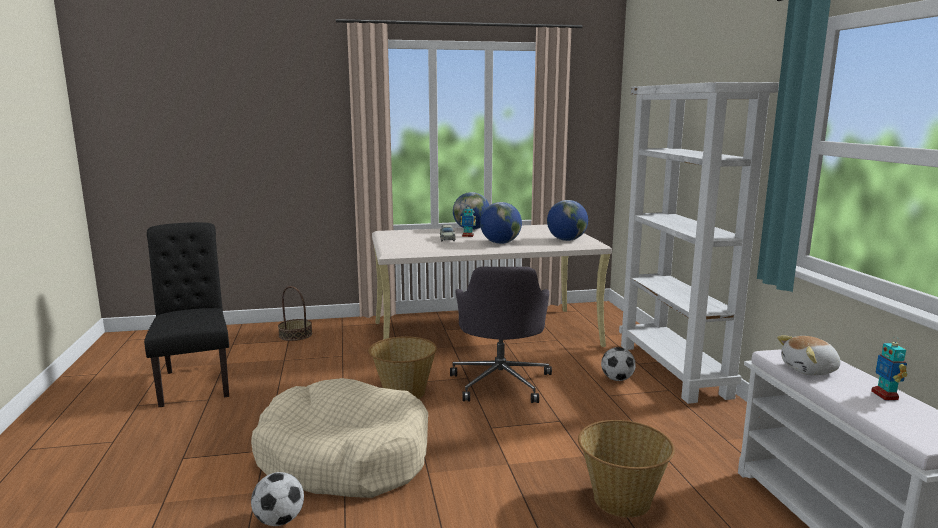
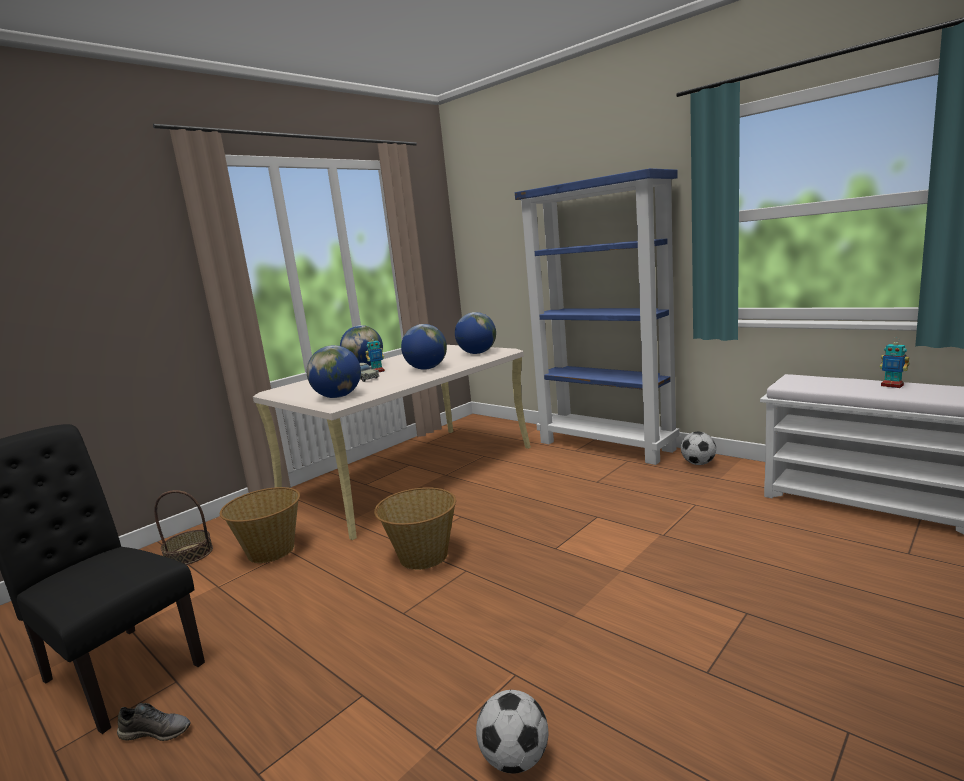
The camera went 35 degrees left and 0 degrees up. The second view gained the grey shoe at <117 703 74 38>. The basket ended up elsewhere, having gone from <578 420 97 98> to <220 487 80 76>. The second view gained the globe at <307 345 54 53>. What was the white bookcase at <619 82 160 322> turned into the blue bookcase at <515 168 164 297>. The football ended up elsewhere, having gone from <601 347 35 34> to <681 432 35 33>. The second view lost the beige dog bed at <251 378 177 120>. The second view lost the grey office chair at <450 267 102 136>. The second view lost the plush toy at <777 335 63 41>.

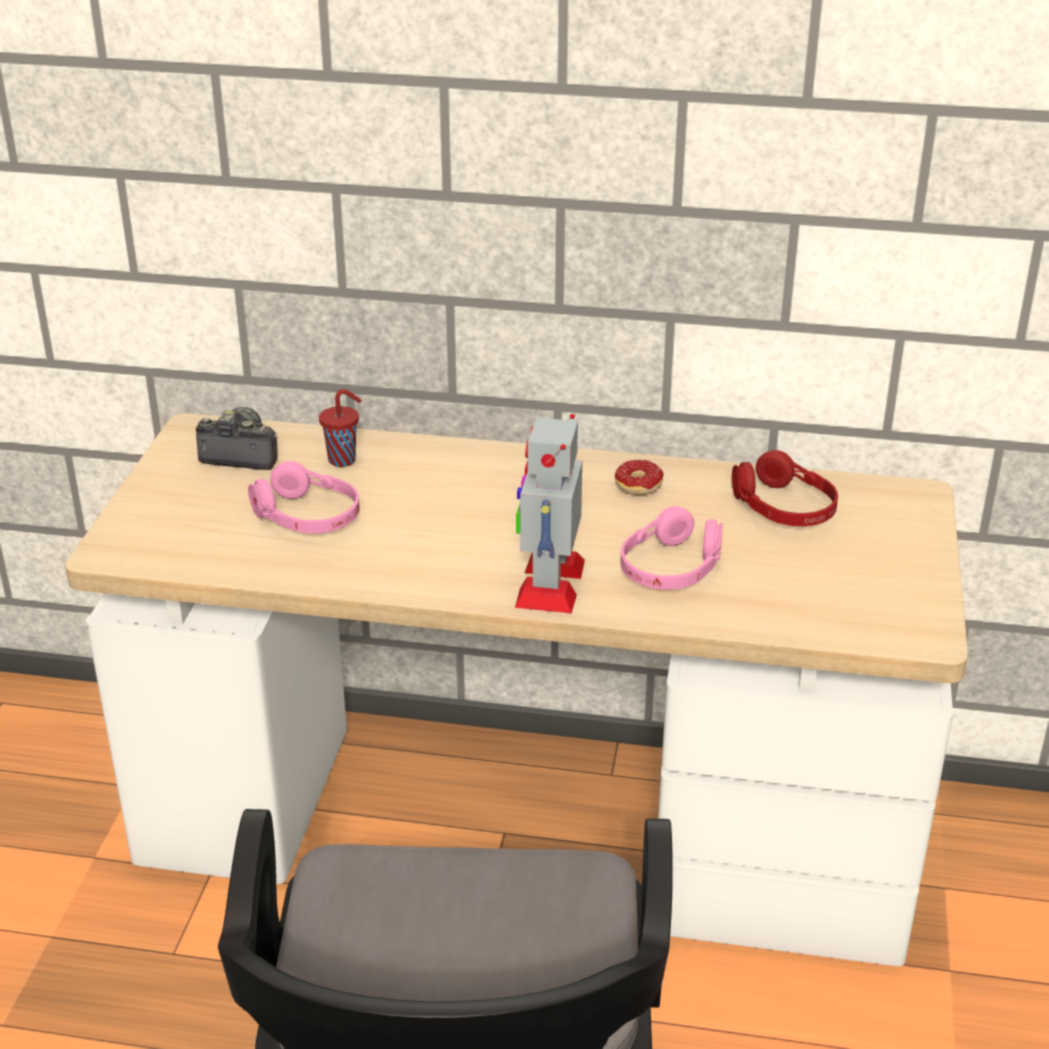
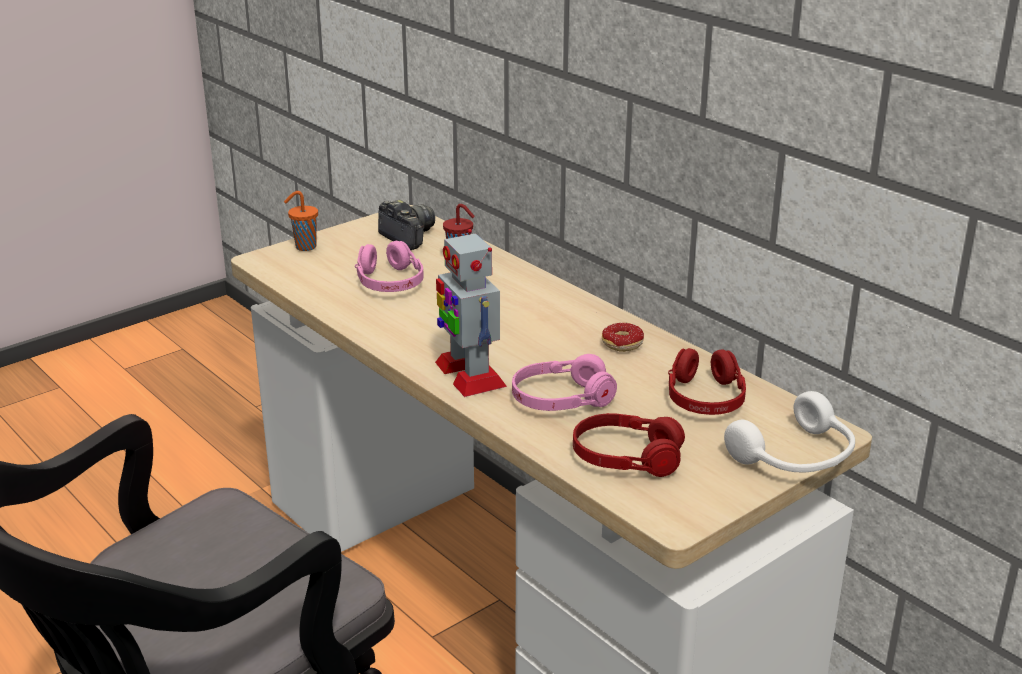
The camera went 40 degrees right and 5 degrees down. The second view gained the orange cup at <284 191 34 60>. The toy robot at <515 414 70 200> ended up facing another way, 75 degrees counterclockwise from before. The second view gained the red headphones at <573 413 112 64>. The second view gained the white headphones at <724 391 131 81>.

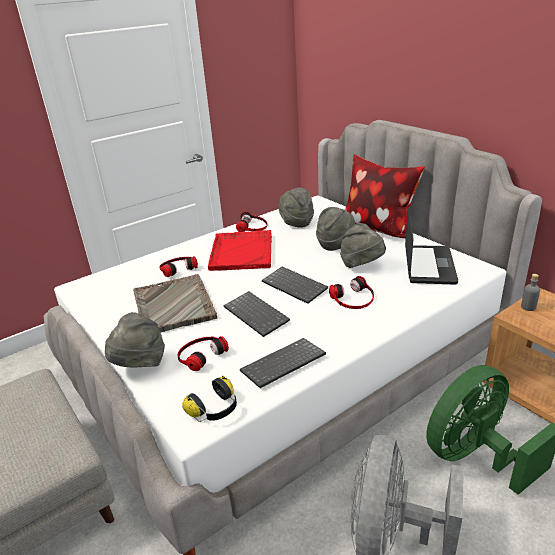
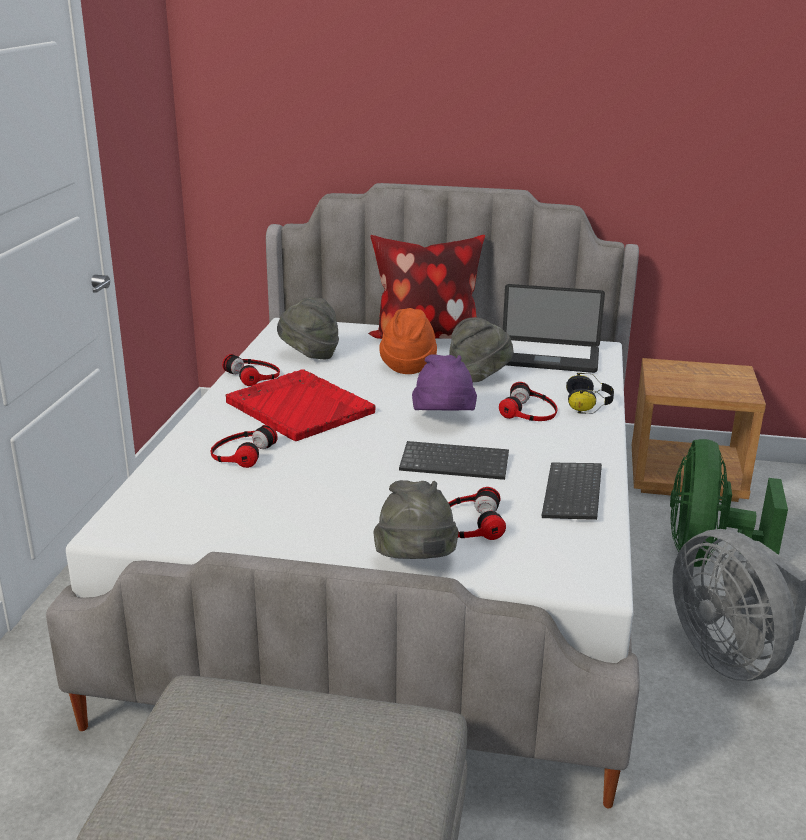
The camera went 45 degrees left and 5 degrees down. What was the grey hat at <316 207 39 44> turned into the orange hat at <380 308 57 66>. Where the keyboard stood at <262 267 66 37>, the purple hat came to stand at <412 354 65 57>. The laptop at <405 207 53 78> ended up facing another way, 135 degrees clockwise from before. The headphones ended up elsewhere, having gone from <182 376 55 46> to <566 373 48 41>. The second view lost the grey tray at <133 274 84 59>. The second view lost the grey bottle at <521 274 19 37>.

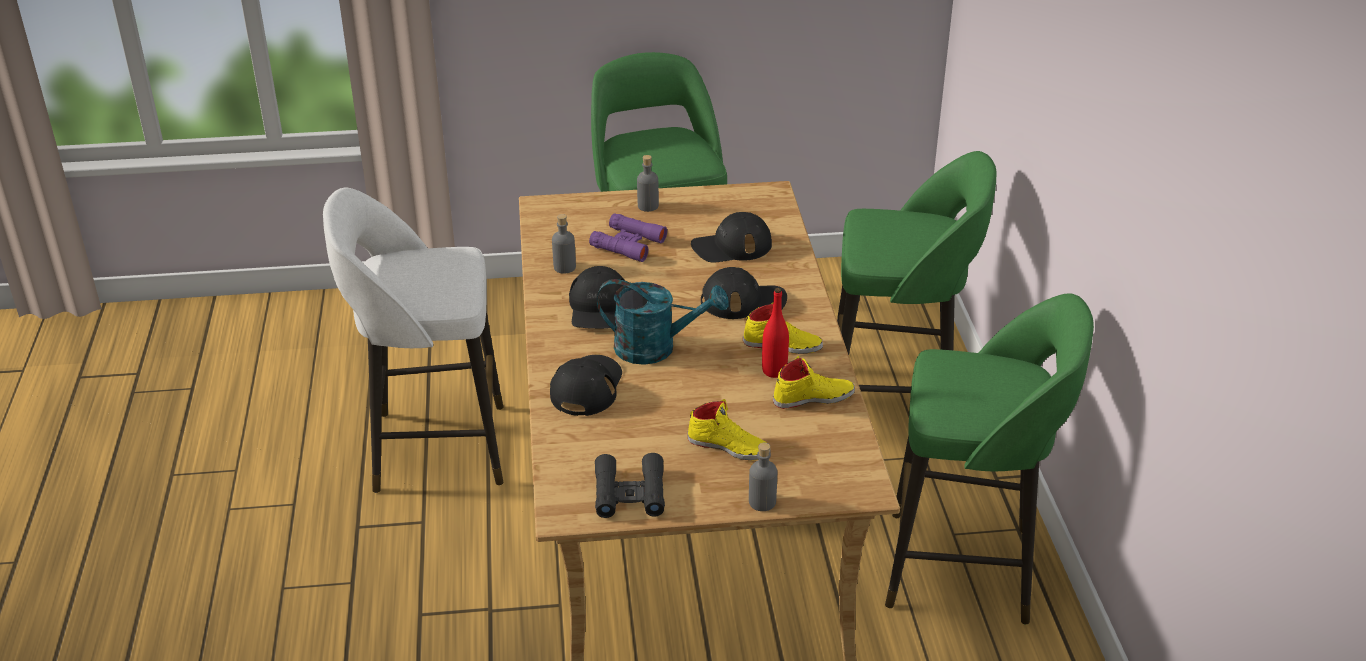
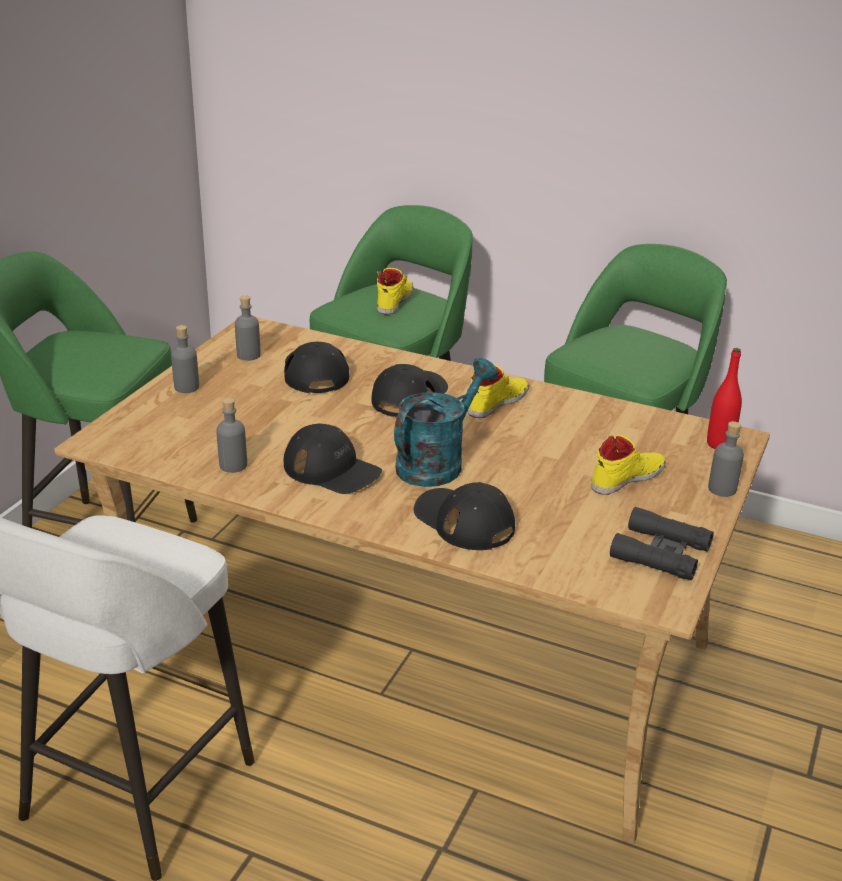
The camera went 60 degrees left and 5 degrees down. The second view gained the grey bottle at <235 296 26 65>. The black cap at <691 212 81 51> ended up facing another way, 150 degrees clockwise from before. The yellow shoe ended up elsewhere, having gone from <773 356 82 53> to <377 268 36 46>. The red bottle ended up elsewhere, having gone from <762 288 27 90> to <707 348 35 101>. The second view lost the purple binoculars at <589 213 78 49>.

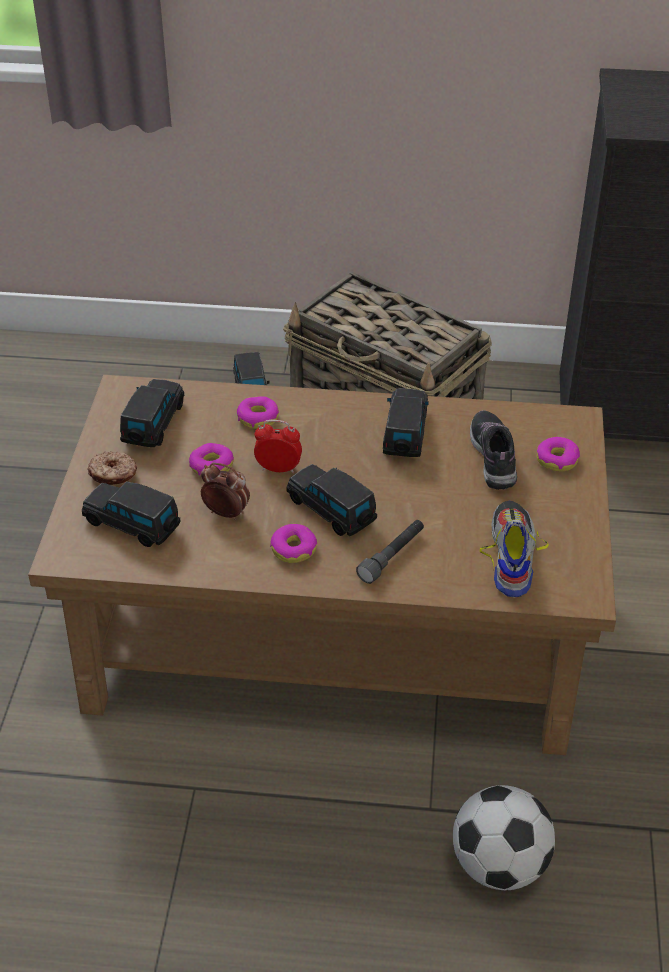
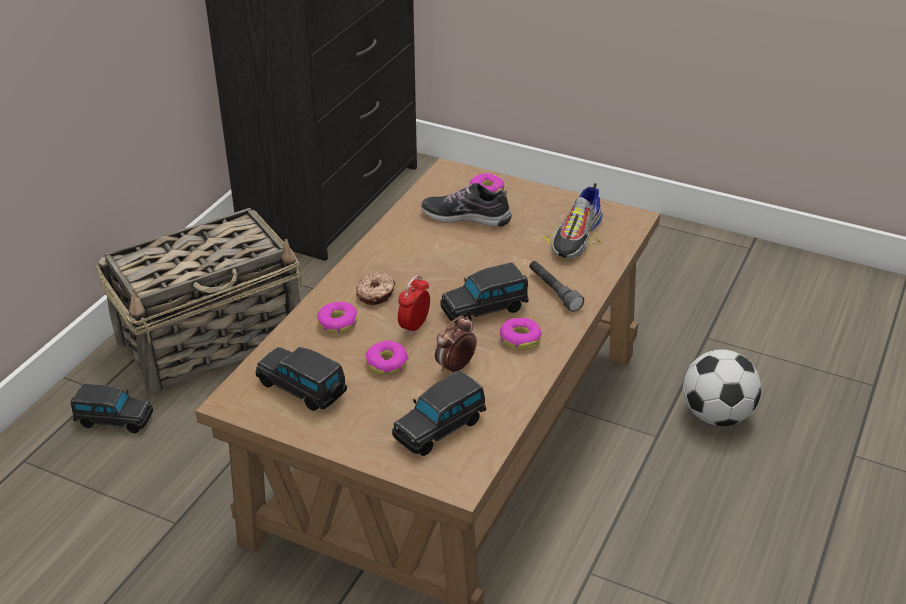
The camera went 70 degrees left and 5 degrees down. The donut ended up elsewhere, having gone from <87 451 50 34> to <356 272 40 33>. The shoe at <480 501 69 97> ended up facing another way, 90 degrees counterclockwise from before. The second view lost the black toy car at <383 389 46 68>.

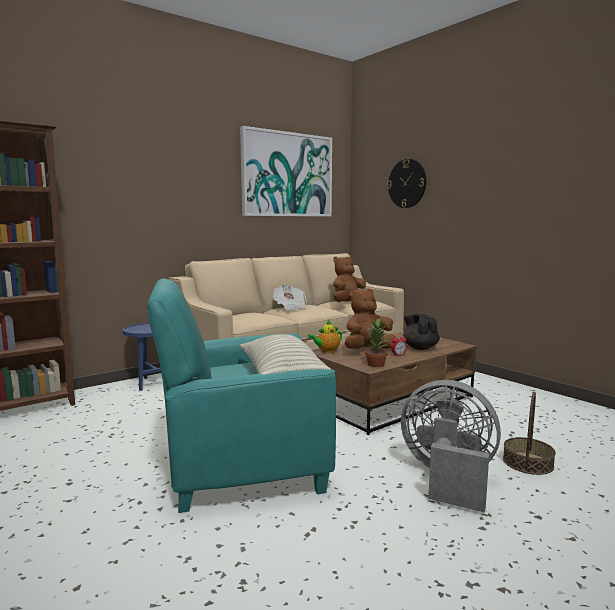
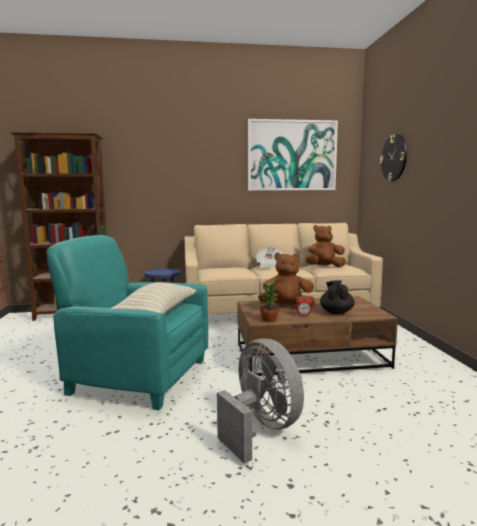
The camera went 30 degrees right and 0 degrees up. The second view lost the teapot at <308 320 34 33>. The second view lost the basket at <503 392 53 83>.

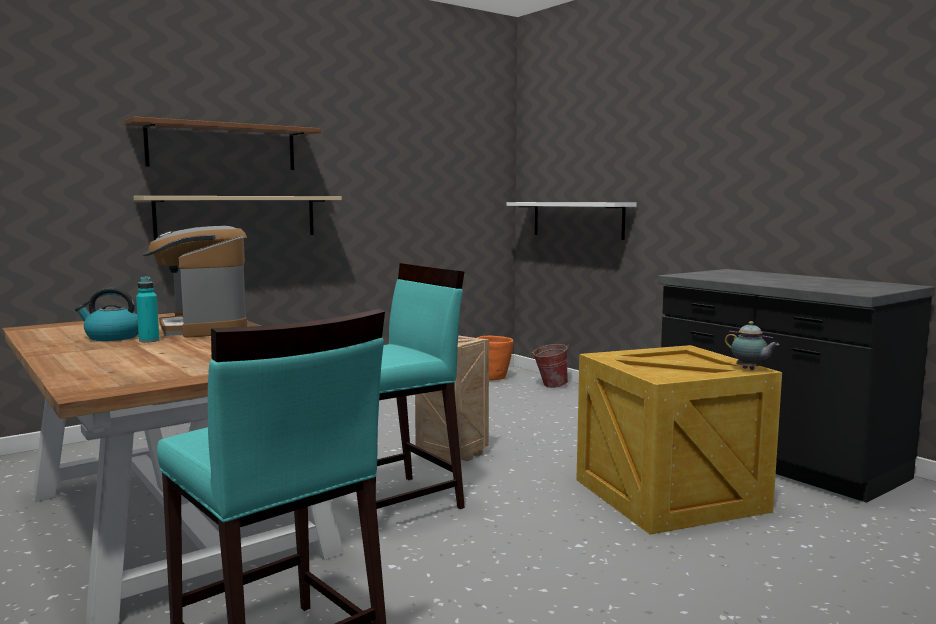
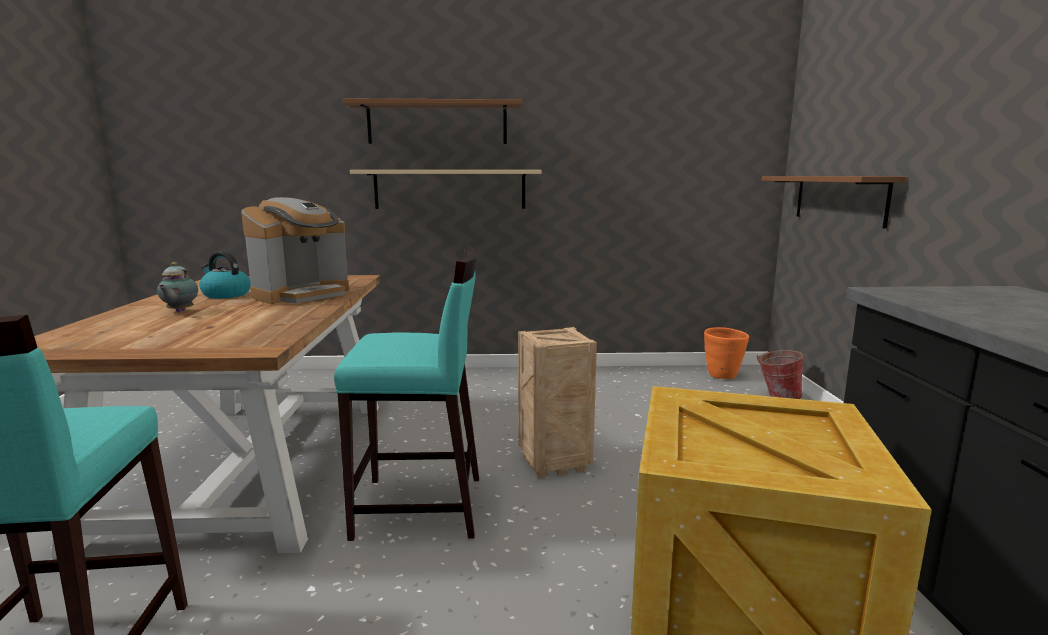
The camera went 35 degrees right and 5 degrees up. The teapot ended up elsewhere, having gone from <725 321 54 49> to <157 262 41 51>. The coffee machine at <142 226 105 112> ended up facing another way, 150 degrees counterclockwise from before. What was the white shelf at <506 202 130 38> turned into the brown shelf at <762 176 145 53>. The second view lost the turquoise bottle at <136 277 24 65>.

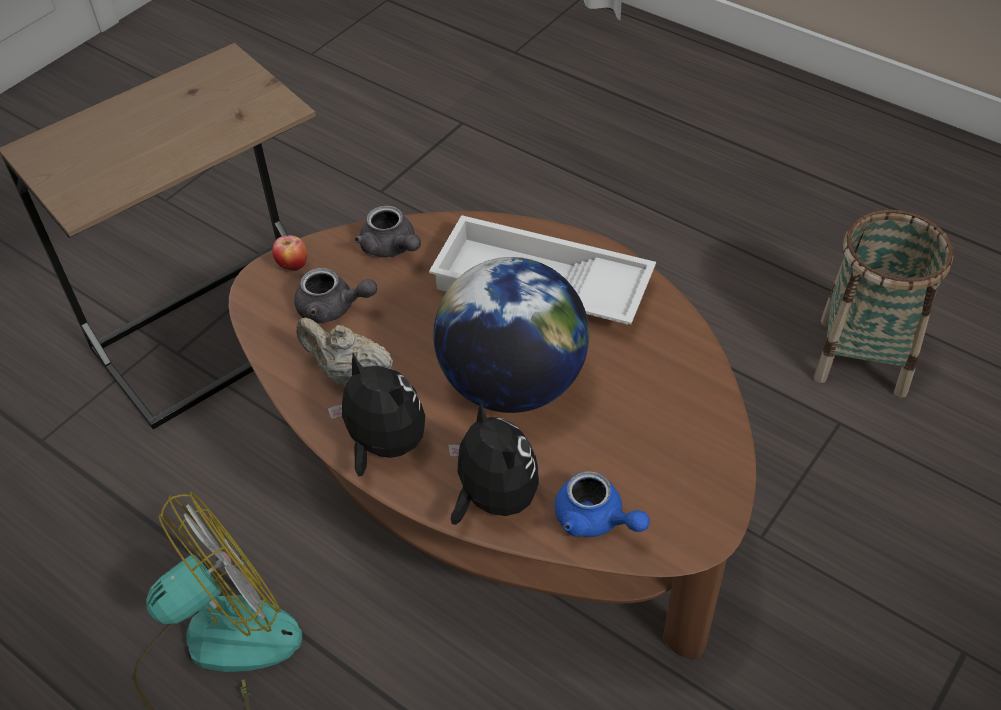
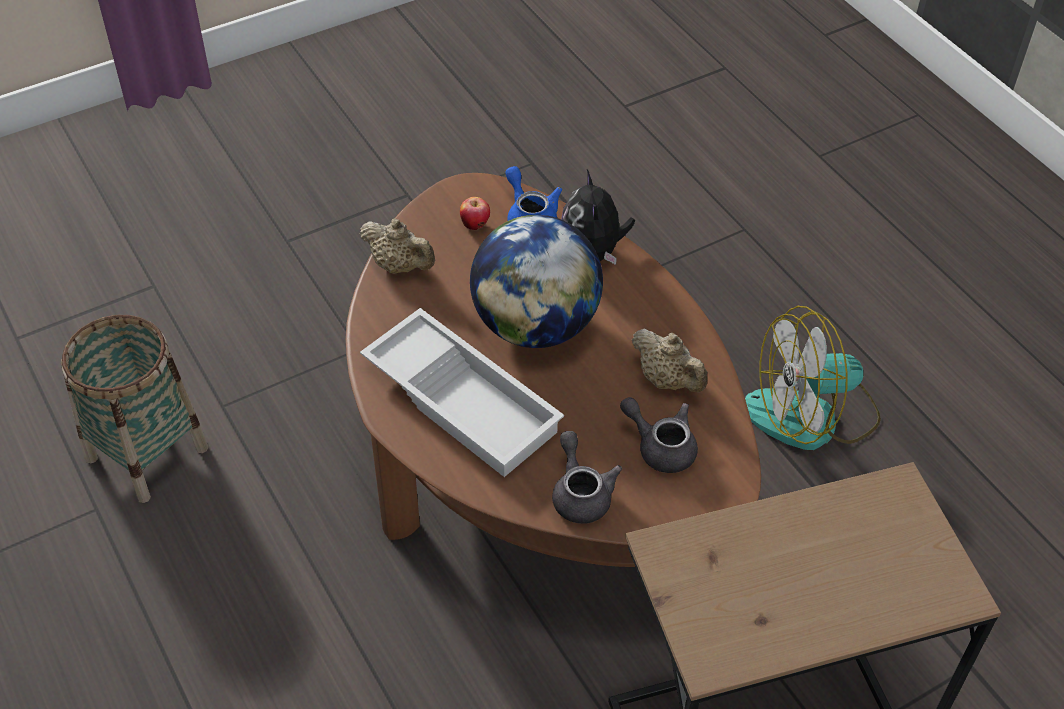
The camera went 160 degrees left and 0 degrees up. The second view gained the beige teapot at <359 218 76 56>. The apple ended up elsewhere, having gone from <272 235 35 36> to <460 197 30 33>. The second view lost the plush toy at <328 353 97 124>.

